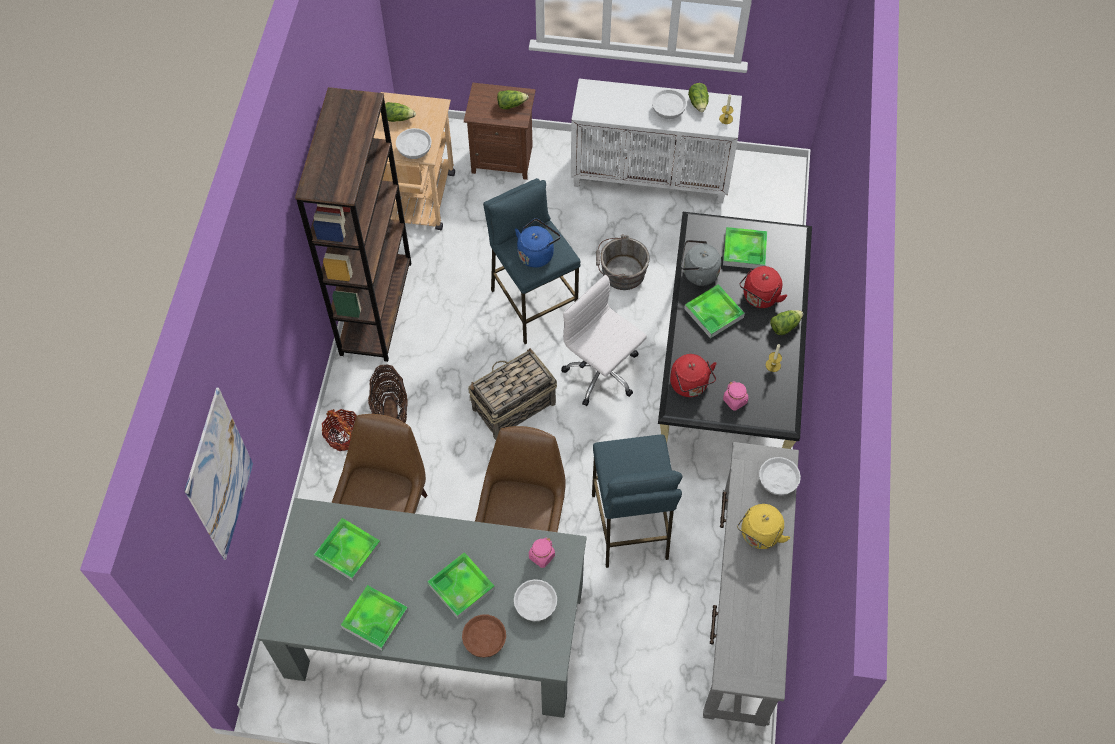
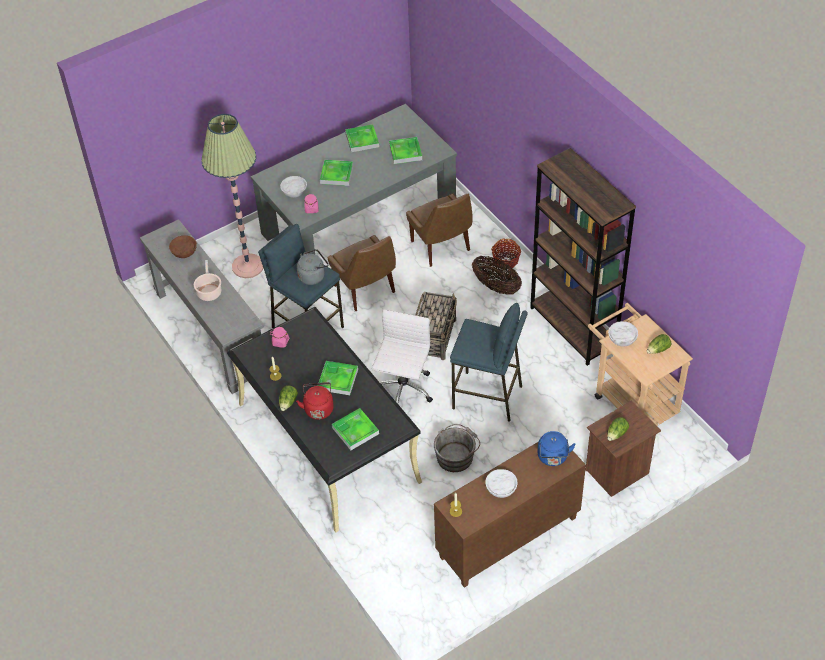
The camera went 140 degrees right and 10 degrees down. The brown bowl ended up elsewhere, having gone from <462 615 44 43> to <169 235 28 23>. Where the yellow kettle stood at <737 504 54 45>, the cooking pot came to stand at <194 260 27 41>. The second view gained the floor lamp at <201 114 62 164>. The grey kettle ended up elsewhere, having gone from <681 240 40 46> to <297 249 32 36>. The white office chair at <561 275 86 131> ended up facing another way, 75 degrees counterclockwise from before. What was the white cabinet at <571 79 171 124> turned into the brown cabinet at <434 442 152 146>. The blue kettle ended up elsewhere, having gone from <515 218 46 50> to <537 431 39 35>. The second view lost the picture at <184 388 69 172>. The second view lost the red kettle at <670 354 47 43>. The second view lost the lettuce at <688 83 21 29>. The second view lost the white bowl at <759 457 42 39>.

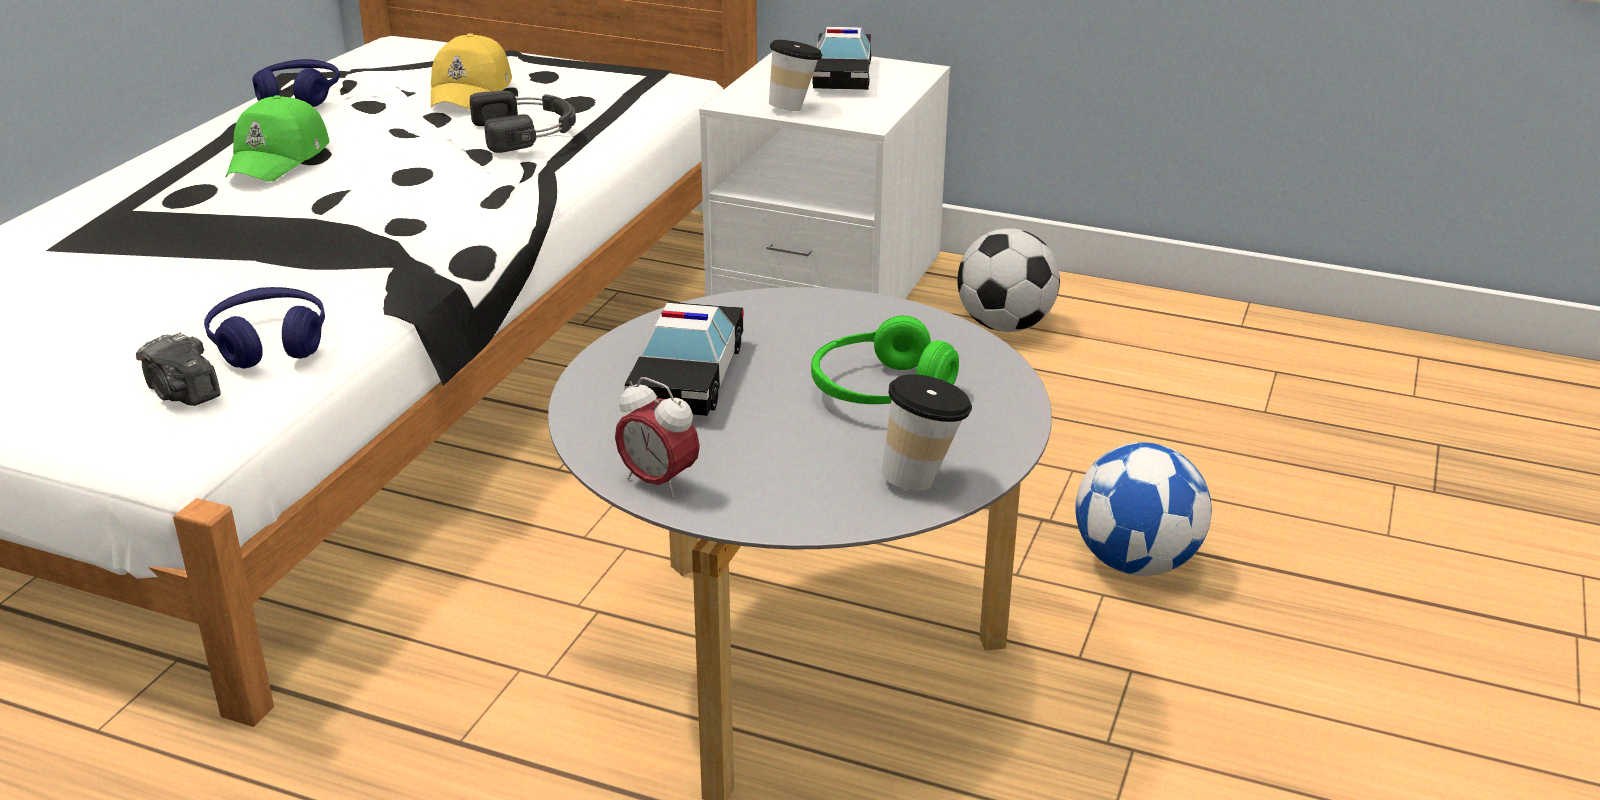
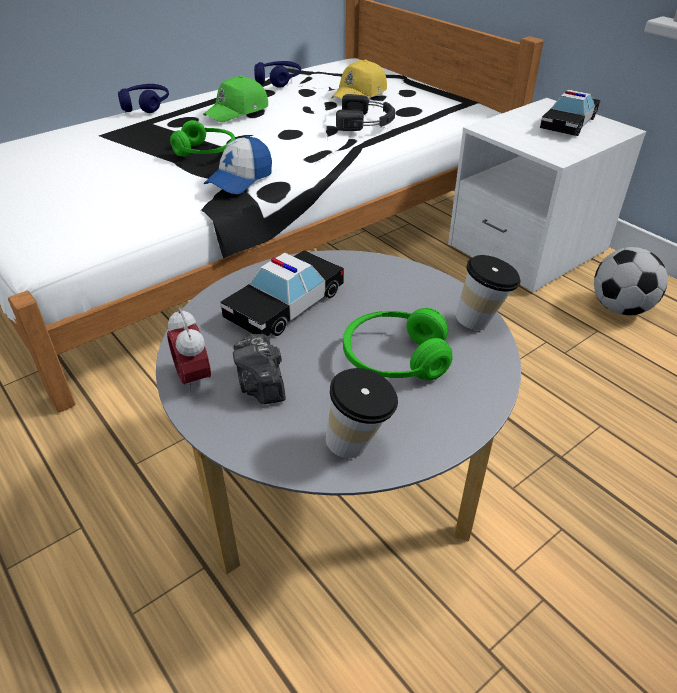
The camera went 30 degrees right and 10 degrees up. The blue headphones ended up elsewhere, having gone from <204 287 121 82> to <118 84 51 29>. The second view gained the green headphones at <170 120 65 37>. The second view gained the cap at <203 136 69 58>. The photo camera ended up elsewhere, having gone from <136 332 85 74> to <233 334 53 70>. The cup ended up elsewhere, having gone from <769 40 53 71> to <456 255 64 75>. The second view lost the football at <1075 442 137 134>.

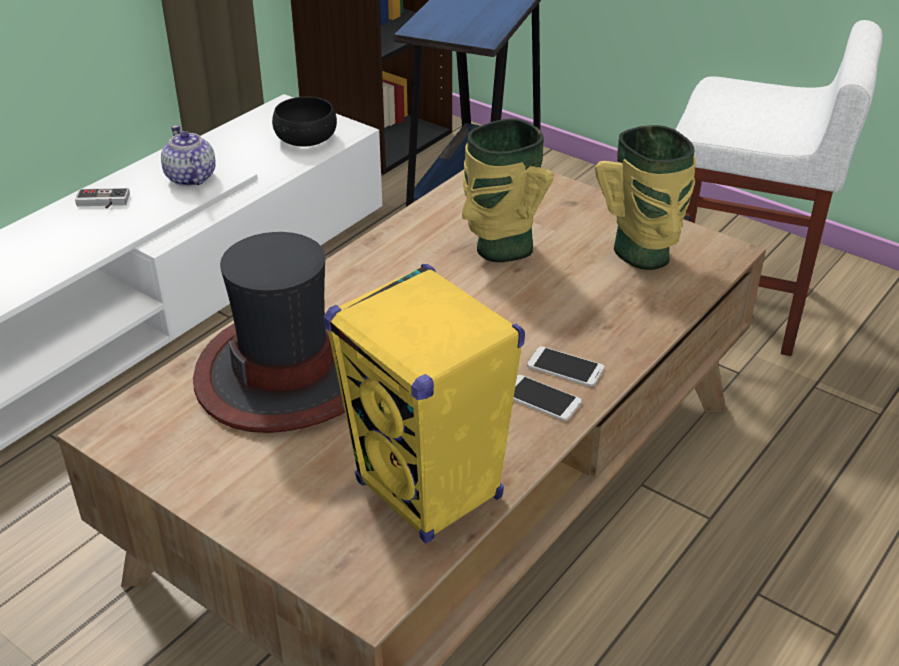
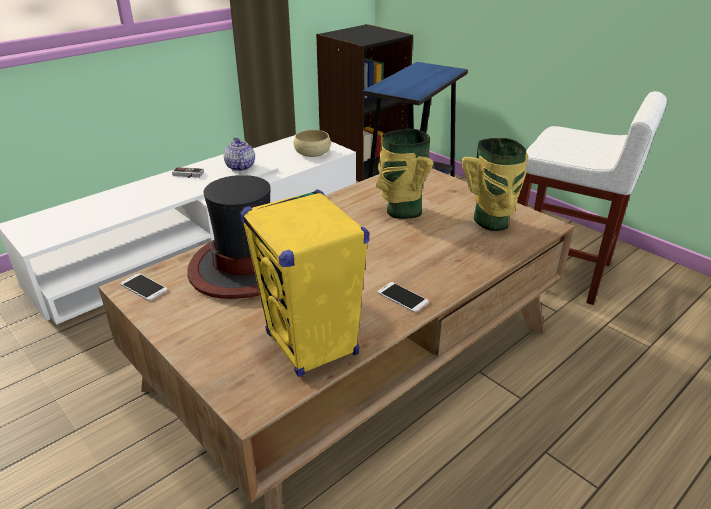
The camera went 10 degrees right and 5 degrees down. The phone ended up elsewhere, having gone from <527 346 78 41> to <120 273 48 28>. What was the black bowl at <272 97 65 50> turned into the beige bowl at <294 130 37 27>.

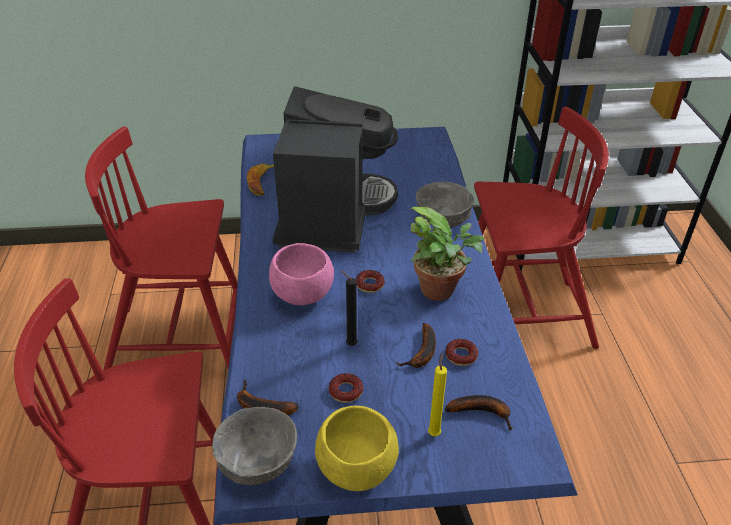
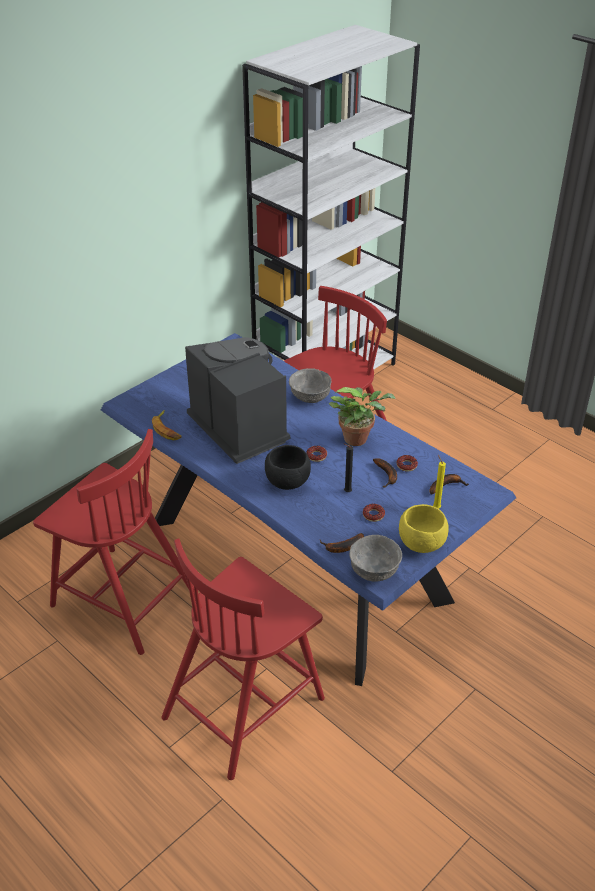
The camera went 40 degrees left and 0 degrees up. The red chair at <85 127 153 243> ended up facing another way, 105 degrees counterclockwise from before. What was the pink bowl at <269 243 65 62> turned into the black bowl at <265 445 46 45>.

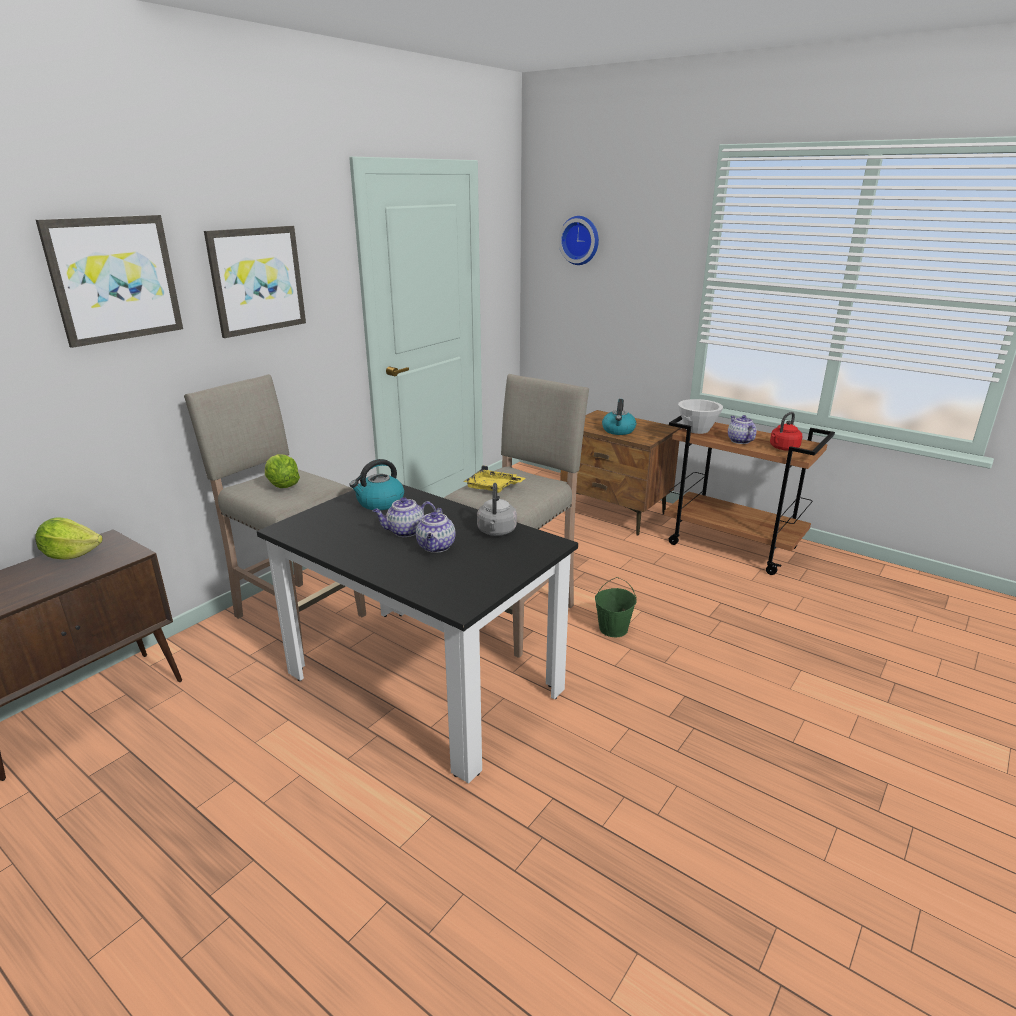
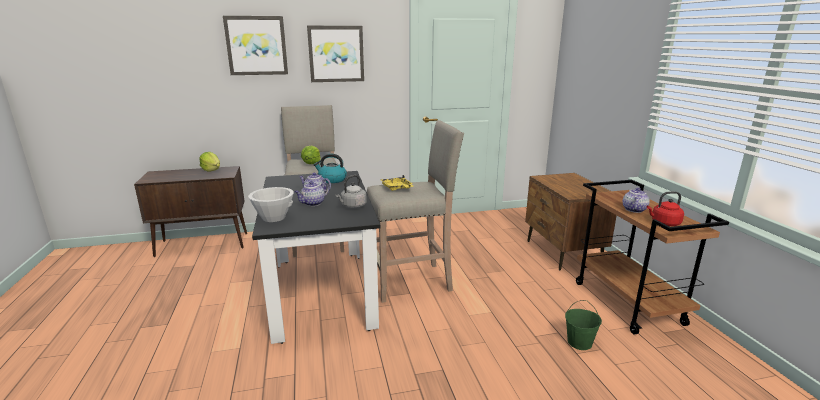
The camera went 40 degrees right and 5 degrees down. The white bowl ended up elsewhere, having gone from <678 399 45 35> to <248 187 46 35>. The green bucket ended up elsewhere, having gone from <595 577 42 60> to <565 300 37 50>. The second view lost the wall clock at <559 216 40 49>. The second view lost the kettle at <602 399 34 36>.

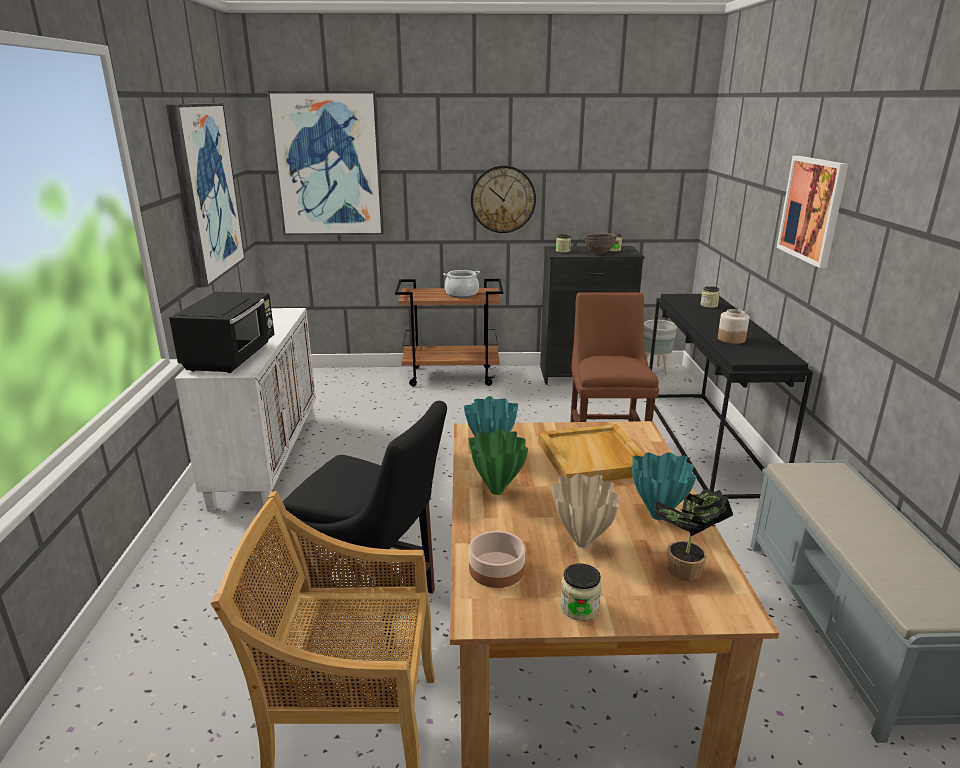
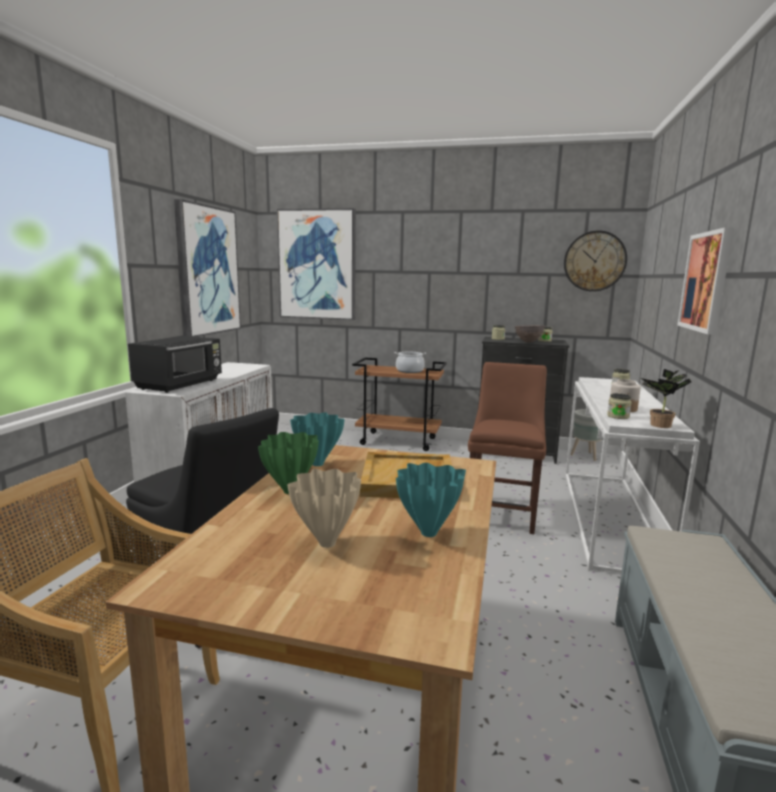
The camera went 15 degrees right and 10 degrees down. The wall clock ended up elsewhere, having gone from <471 166 65 67> to <564 230 63 62>. What was the black console table at <646 294 167 205> turned into the white console table at <565 377 135 196>. The jar ended up elsewhere, having gone from <560 564 42 57> to <607 393 25 26>. The potted plant ended up elsewhere, having gone from <654 489 79 92> to <641 369 50 59>. The second view lost the bowl at <469 531 56 57>.

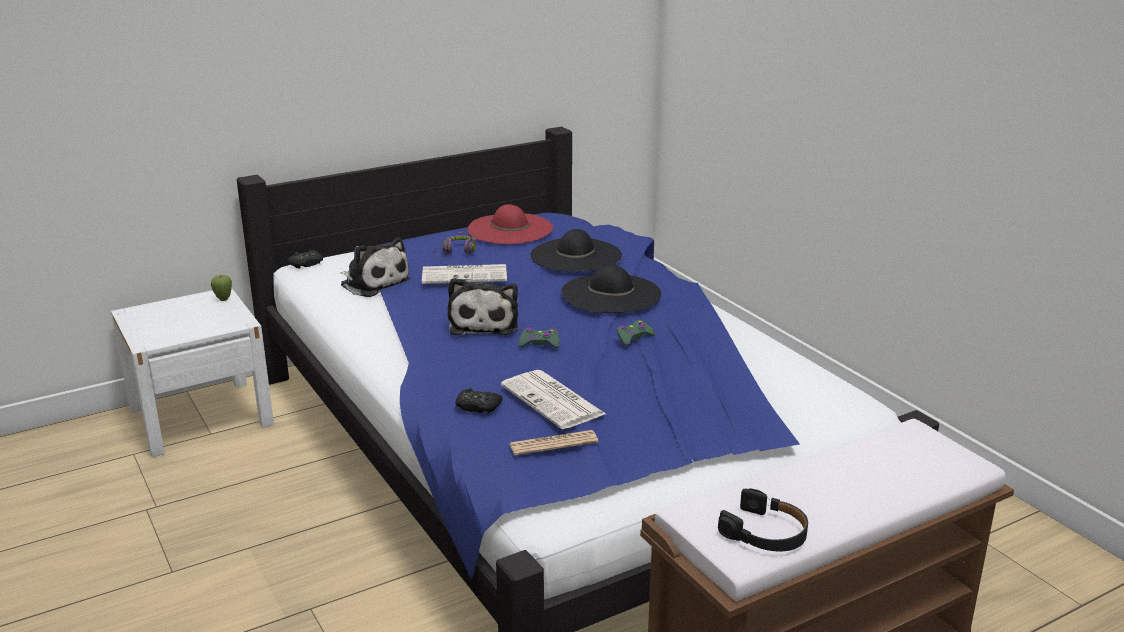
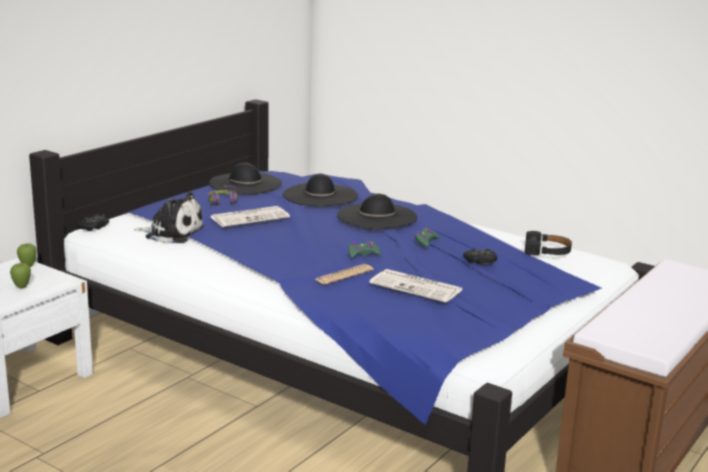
The camera went 25 degrees left and 5 degrees down. The second view gained the apple at <10 263 21 26>. What was the red hat at <468 204 85 40> turned into the black hat at <209 163 73 31>. The newspaper ended up elsewhere, having gone from <509 430 89 25> to <315 264 58 21>. The black game controller ended up elsewhere, having gone from <456 388 47 25> to <463 248 34 16>. The black headphones ended up elsewhere, having gone from <718 488 90 64> to <525 231 47 24>. The second view lost the plush toy at <447 278 71 57>.

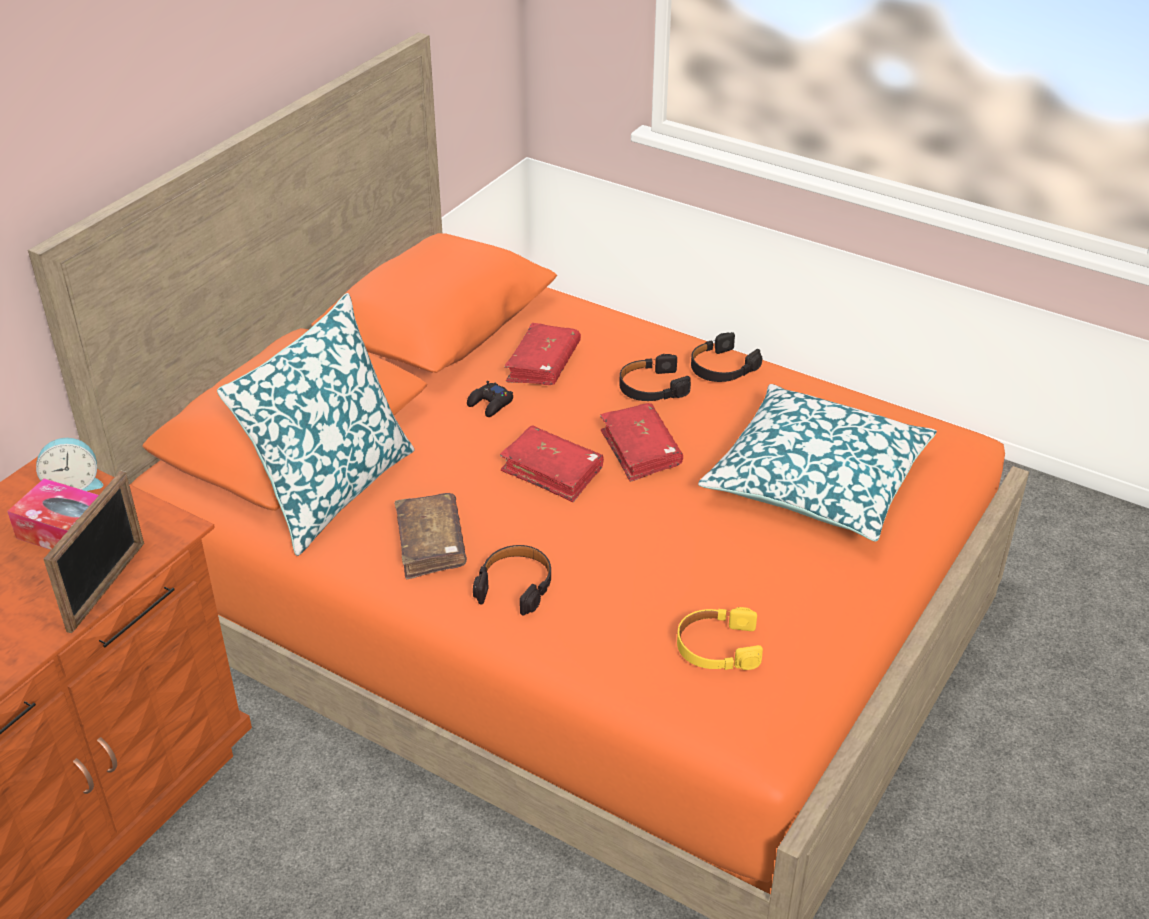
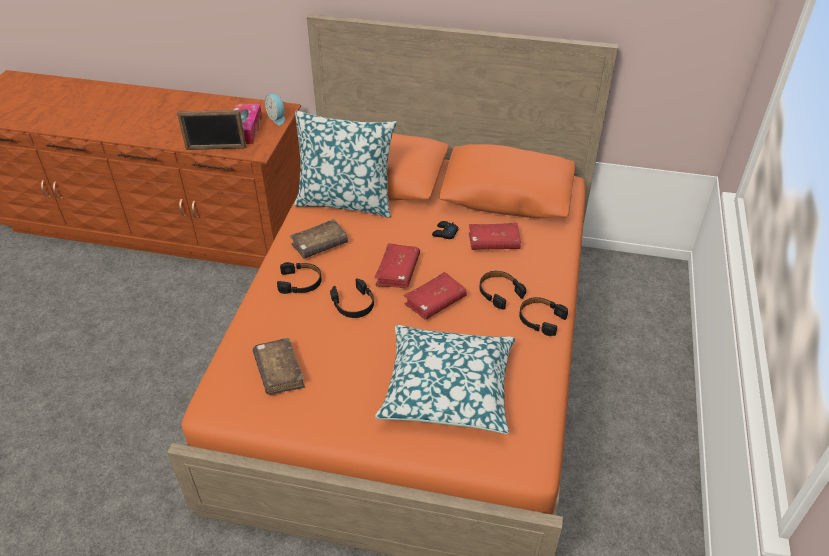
The camera went 70 degrees right and 5 degrees up. Where the yellow headphones stood at <677 607 86 63>, the brown book came to stand at <253 338 52 57>. The second view gained the black headphones at <330 278 44 40>.

